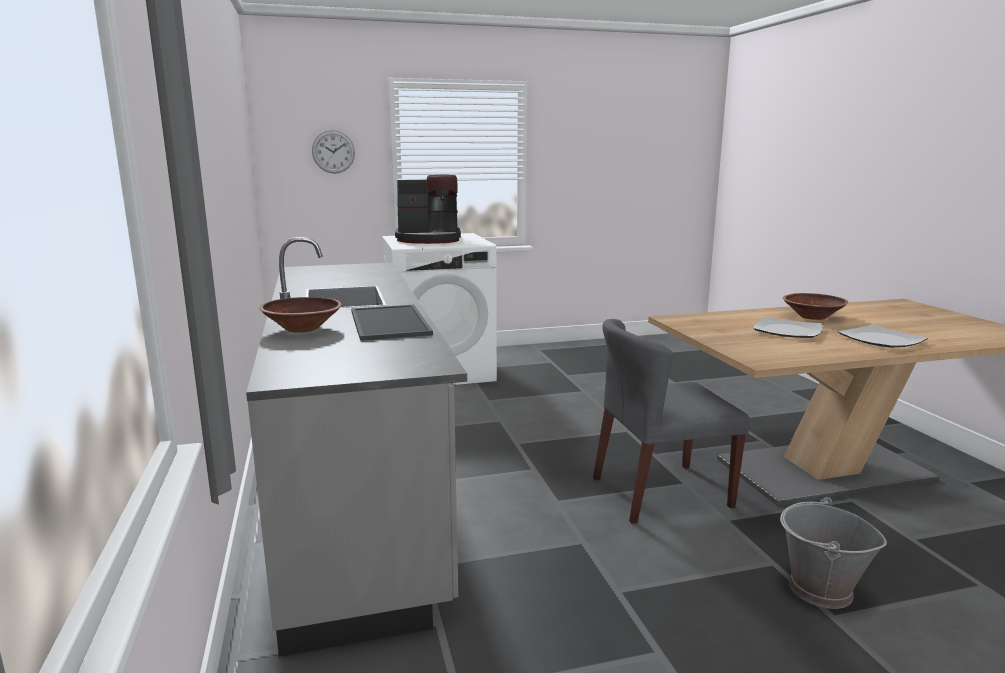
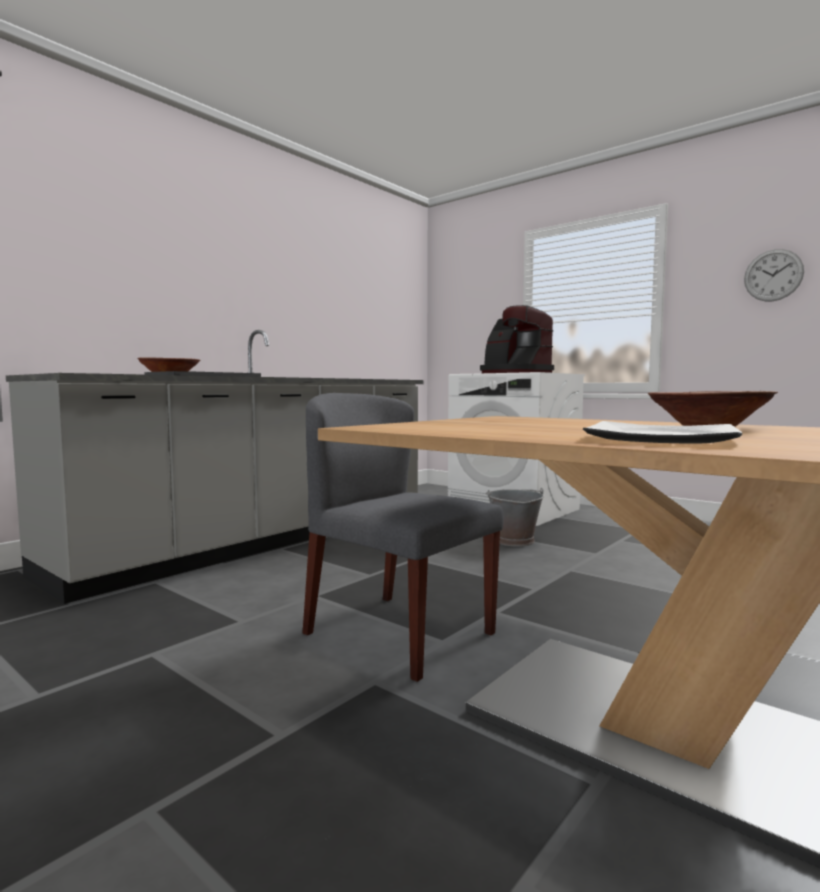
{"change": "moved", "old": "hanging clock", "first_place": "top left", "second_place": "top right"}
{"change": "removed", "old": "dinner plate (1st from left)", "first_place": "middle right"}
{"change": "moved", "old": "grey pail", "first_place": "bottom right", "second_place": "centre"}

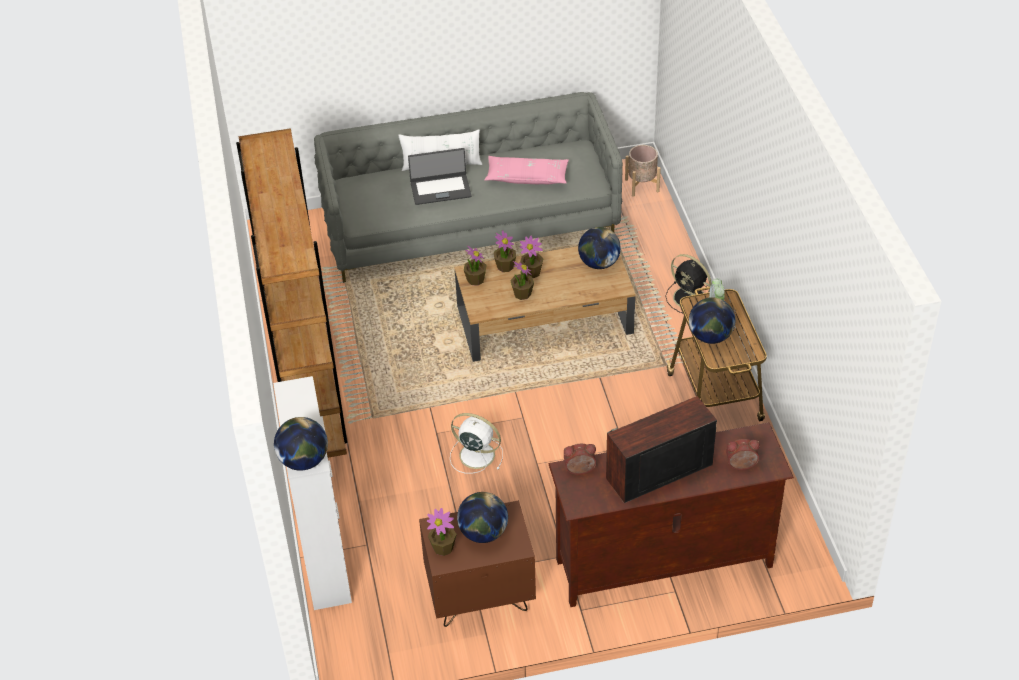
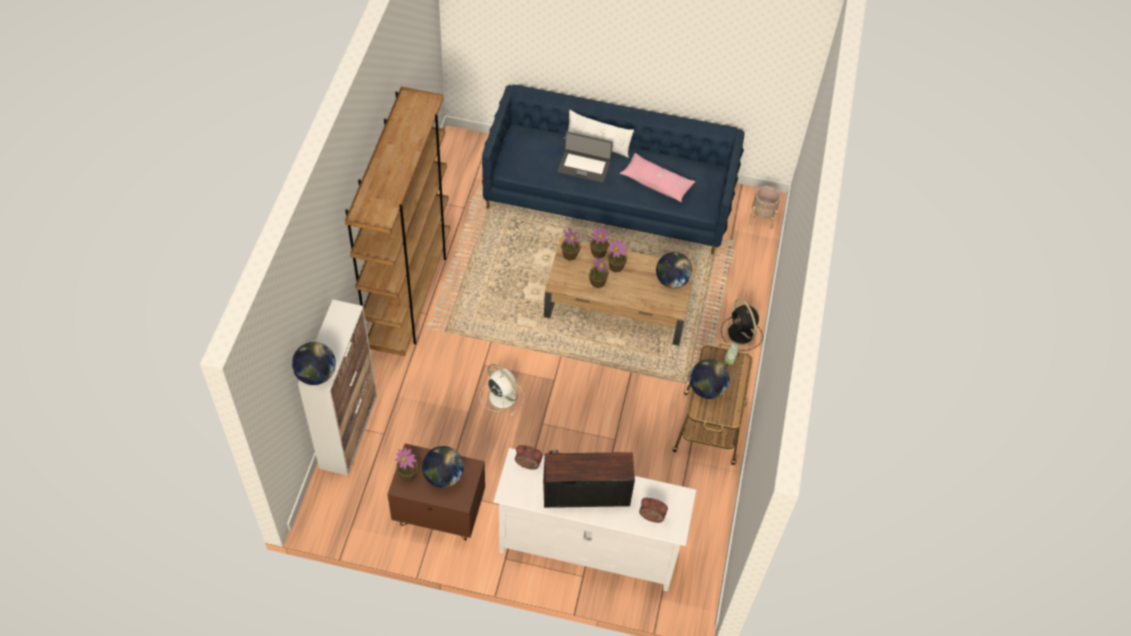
{"change": "recoloured", "old": "grey sofa", "new": "blue sofa", "first_place": "top centre", "second_place": "top centre"}
{"change": "recoloured", "old": "brown-coloured tv stand", "new": "white tv stand", "first_place": "bottom centre", "second_place": "bottom centre"}

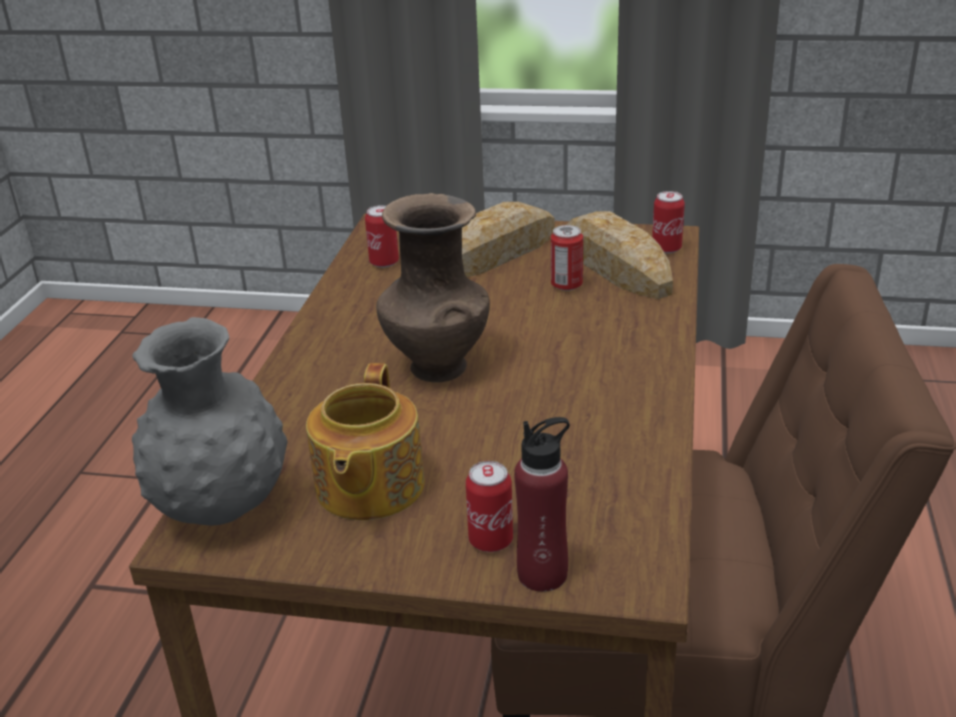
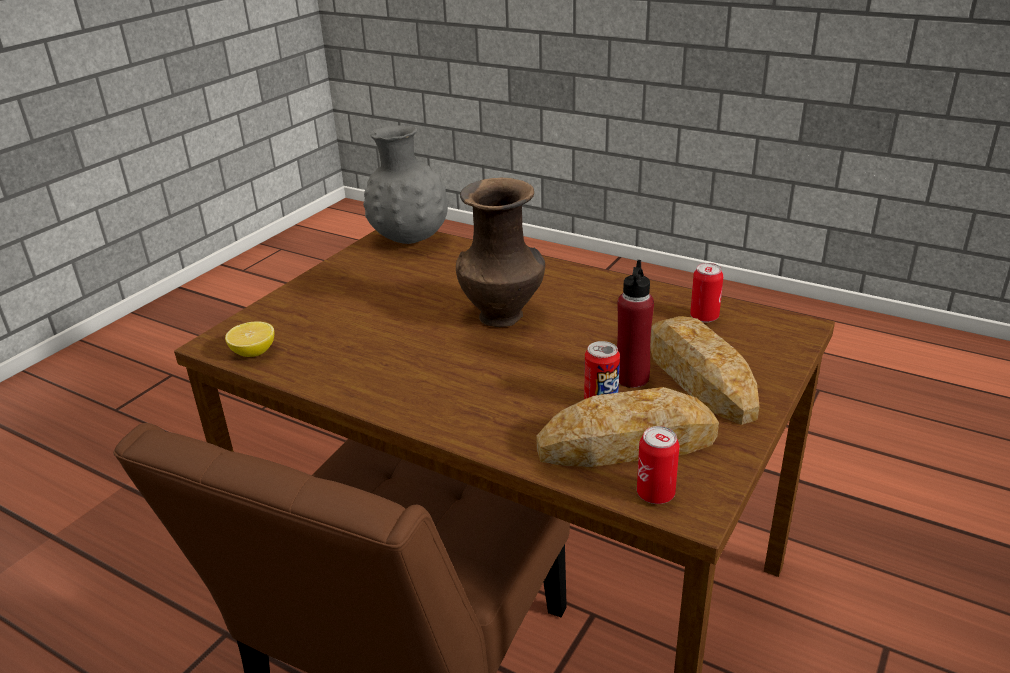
{"change": "removed", "old": "pot for tea", "first_place": "centre"}
{"change": "removed", "old": "metal can (2nd from left)", "first_place": "bottom centre"}
{"change": "moved", "old": "reddish bottle", "first_place": "bottom centre", "second_place": "centre"}
{"change": "added", "new": "lemon", "second_place": "middle left"}

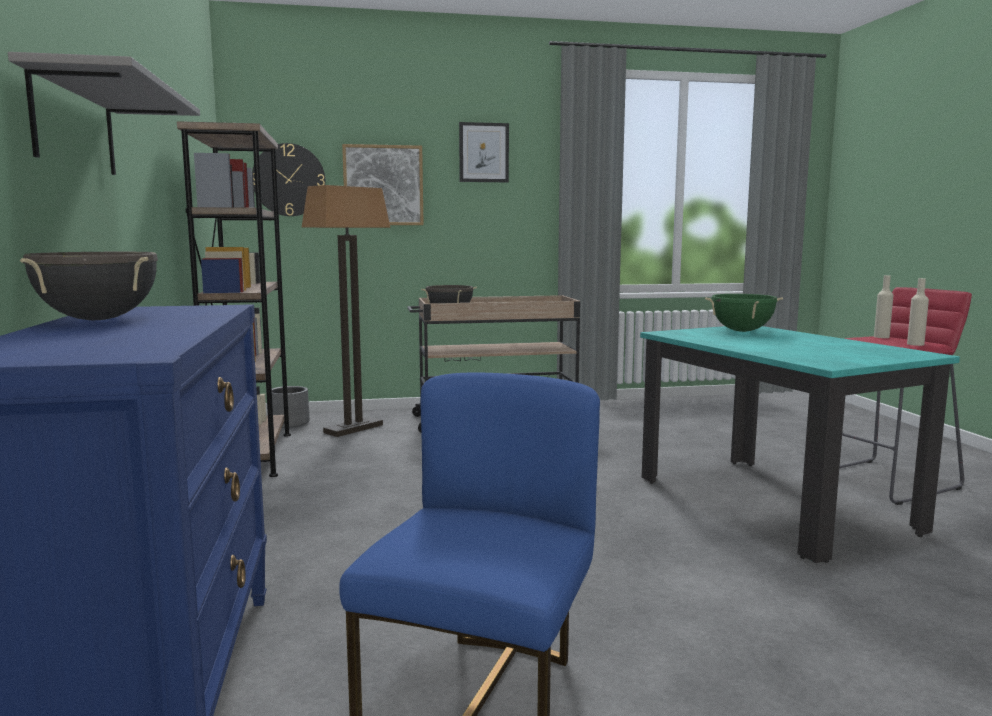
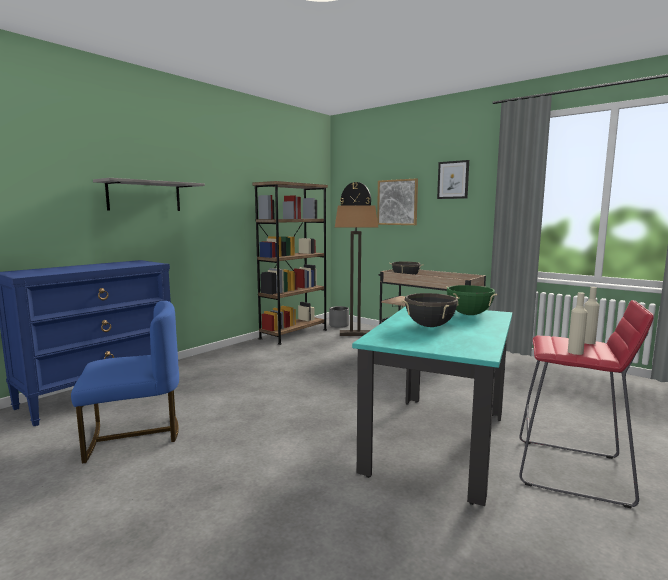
{"change": "moved", "old": "black cooking pot (1st from left in the first image)", "new": "black cooking pot (2nd from left)", "first_place": "middle left", "second_place": "centre"}

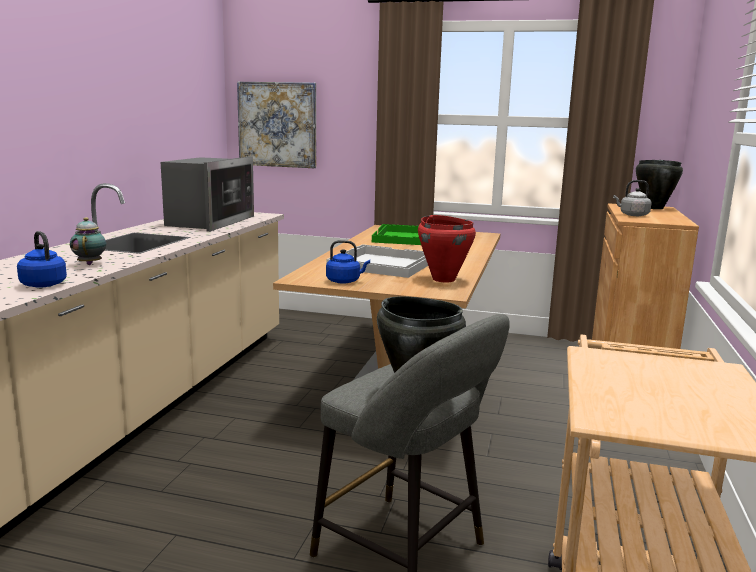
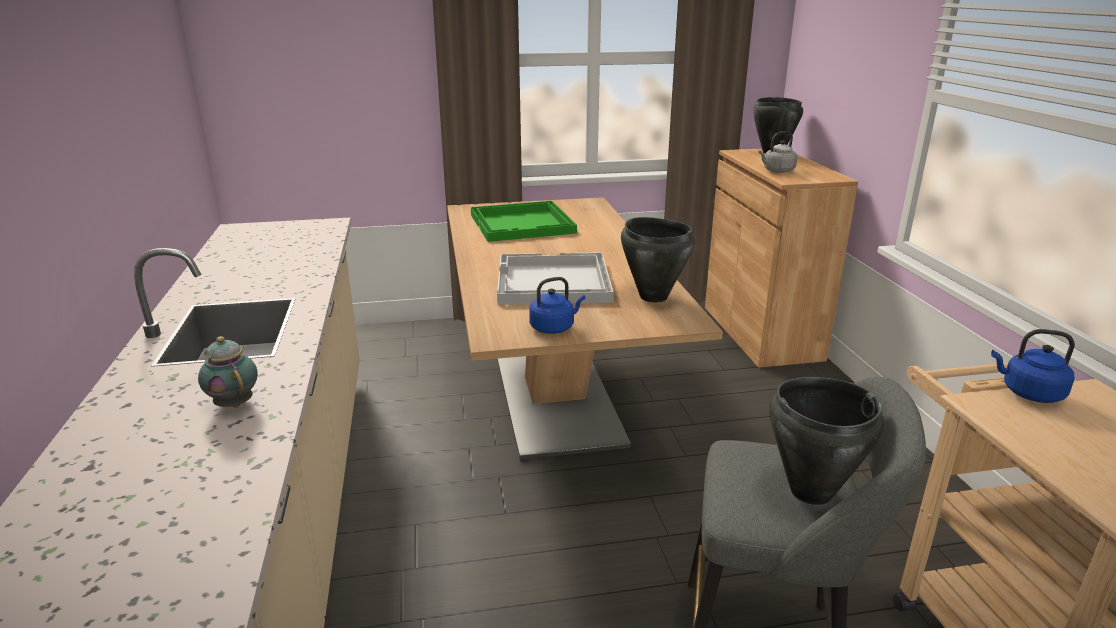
{"change": "moved", "old": "blue kettle (1st from left in the first image)", "new": "blue kettle (2nd from left)", "first_place": "middle left", "second_place": "middle right"}
{"change": "removed", "old": "kitchen microwave", "first_place": "middle left"}
{"change": "removed", "old": "wall art", "first_place": "top centre"}
{"change": "recoloured", "old": "reddish cooking pot", "new": "black cooking pot (1st from left)", "first_place": "centre", "second_place": "centre"}

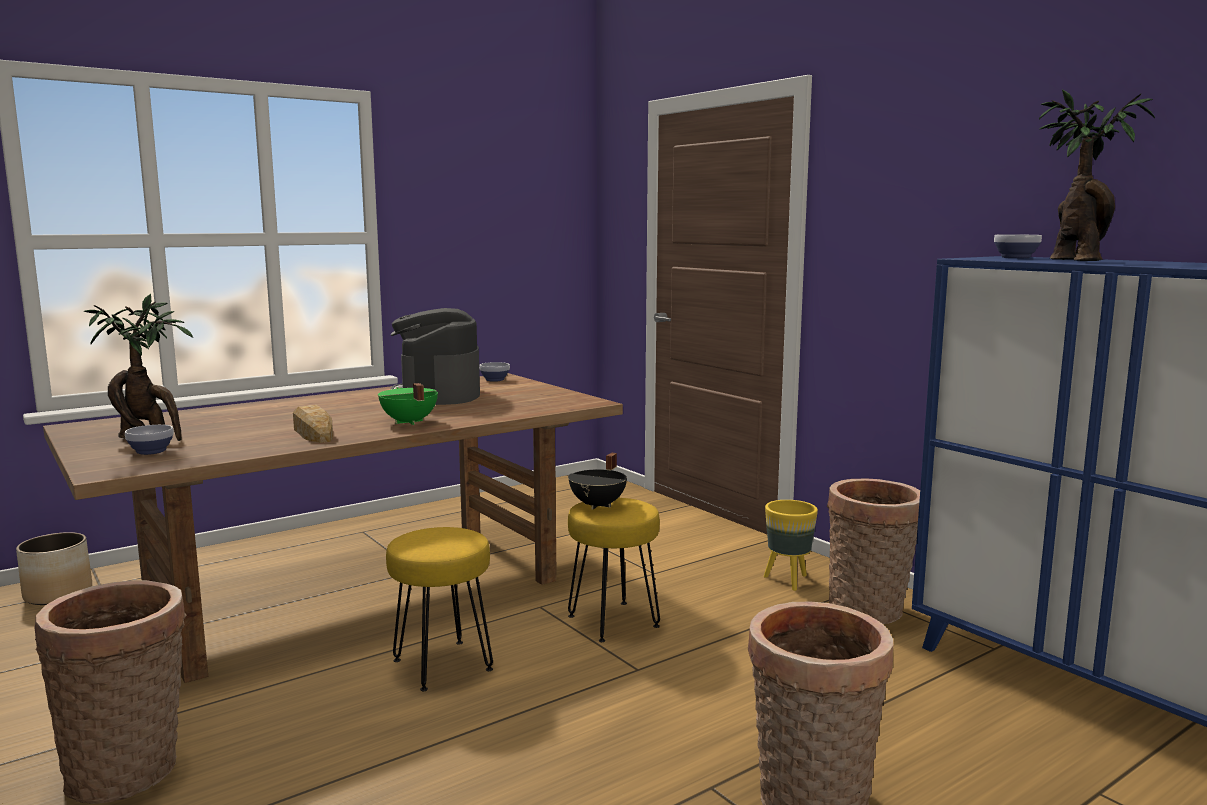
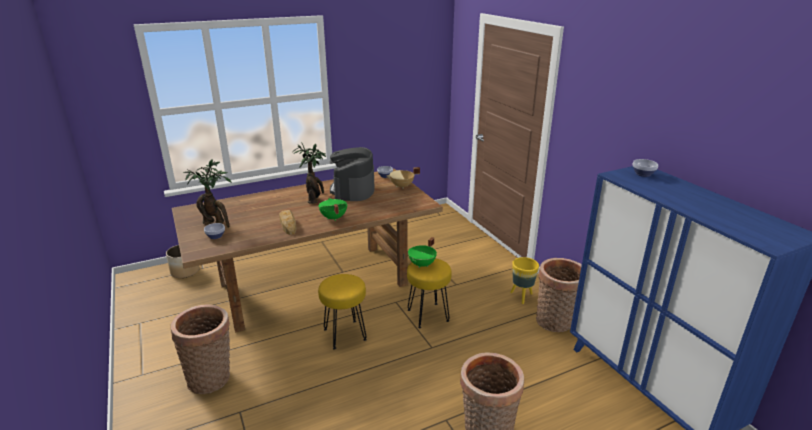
{"change": "recoloured", "old": "black cooking pot", "new": "greenish cooking pot (2nd from left)", "first_place": "centre", "second_place": "centre"}
{"change": "moved", "old": "potted plant (2nd from left)", "first_place": "top right", "second_place": "centre"}
{"change": "added", "new": "sand-coloured cooking pot", "second_place": "centre"}

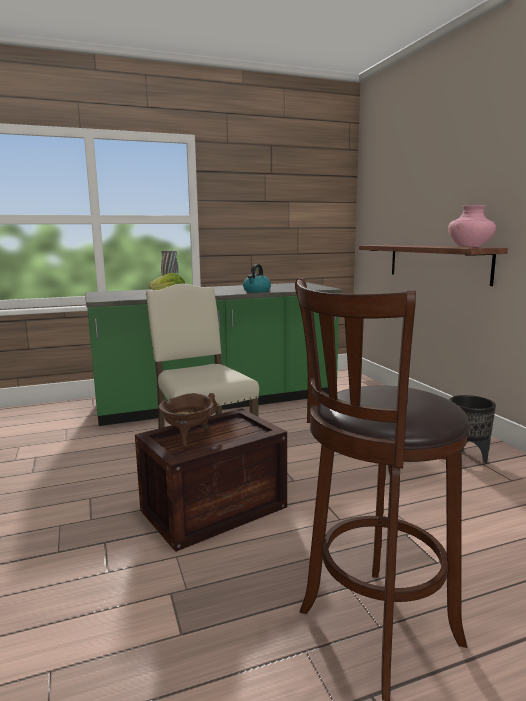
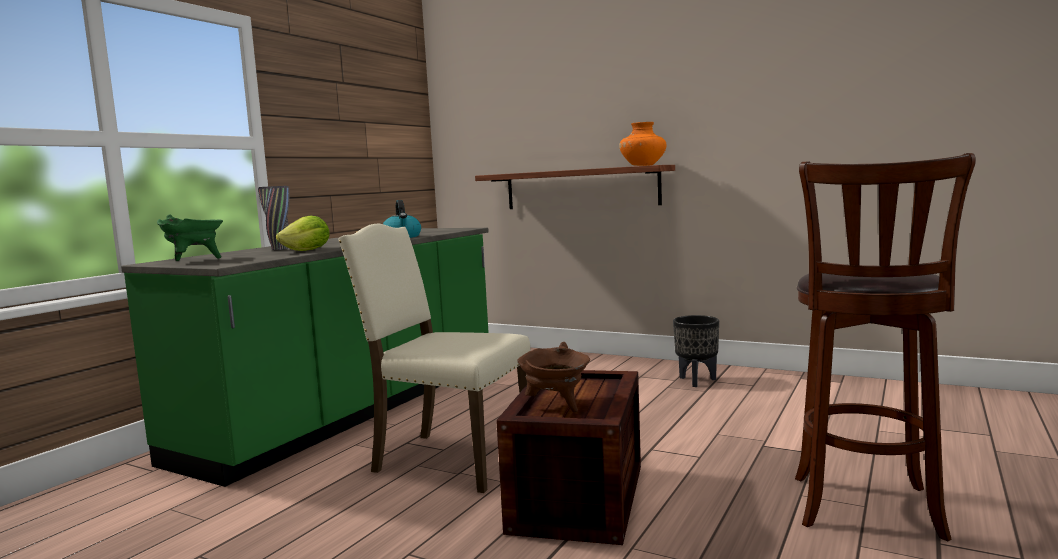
{"change": "recoloured", "old": "pink flower vase", "new": "orangey flower vase", "first_place": "top right", "second_place": "top centre"}
{"change": "added", "new": "greenish cooking pot", "second_place": "middle left"}

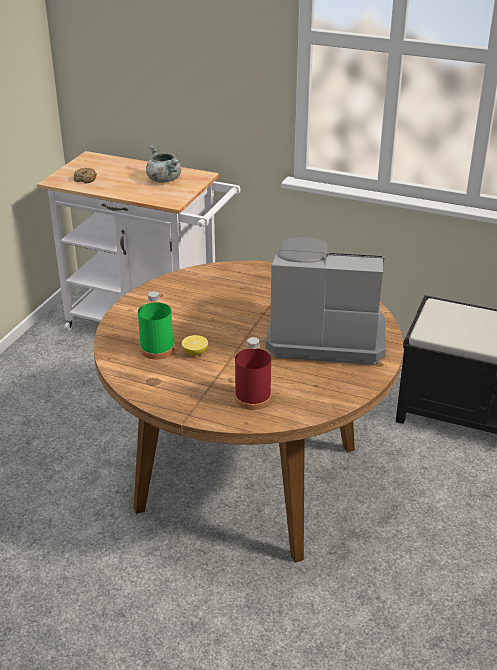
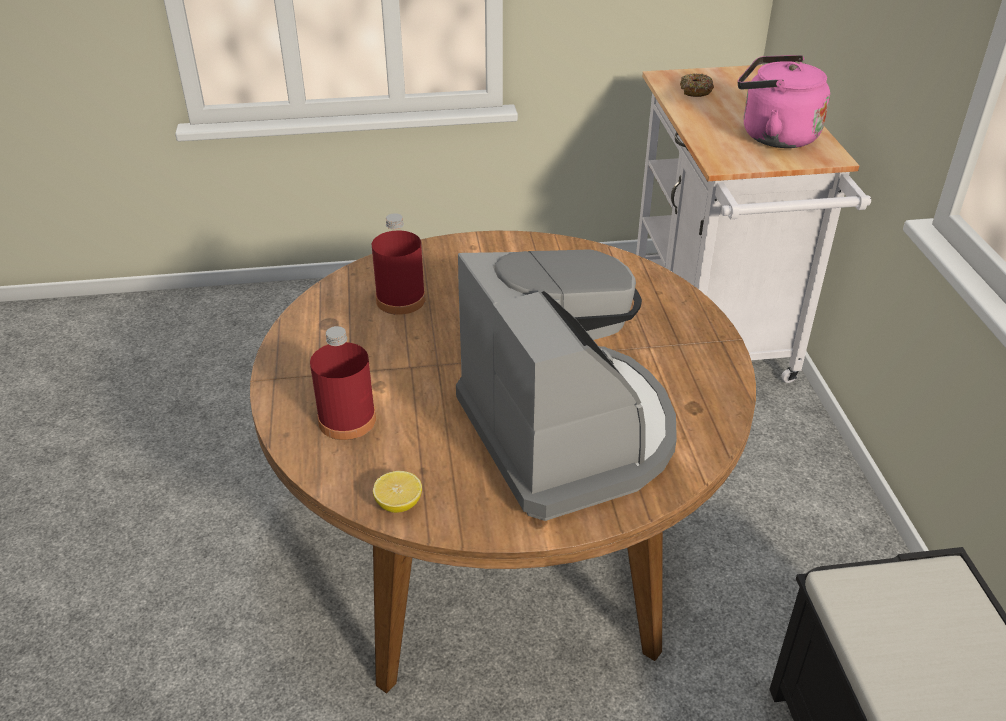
{"change": "recoloured", "old": "greenish bottle", "new": "reddish bottle (2nd from left)", "first_place": "middle left", "second_place": "centre"}
{"change": "replaced", "old": "grey cooking pot", "new": "pink kettle", "first_place": "top left", "second_place": "top right"}
{"change": "moved", "old": "lemon", "first_place": "centre", "second_place": "bottom centre"}

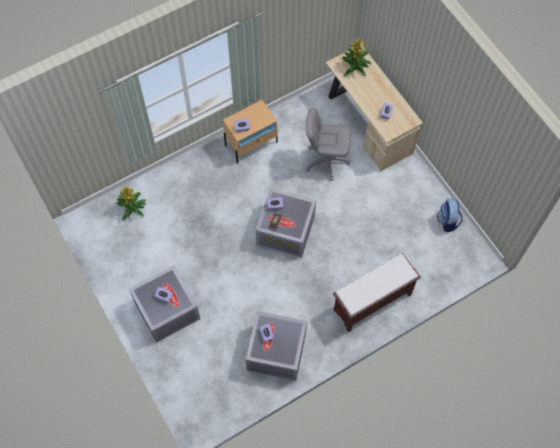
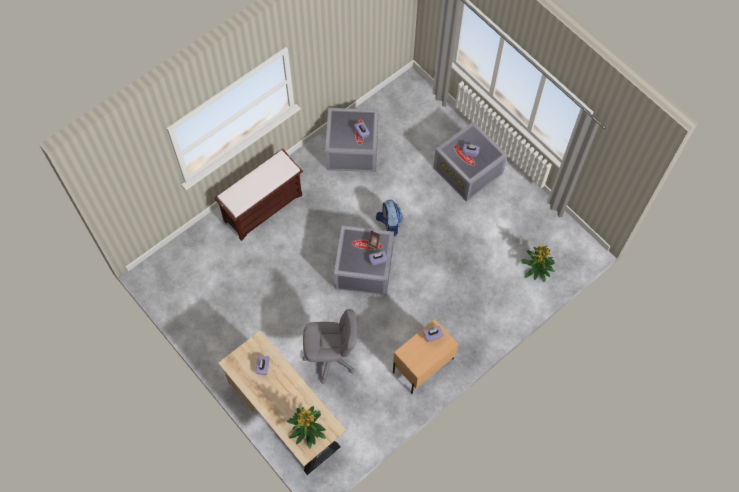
{"change": "moved", "old": "rucksack", "first_place": "middle right", "second_place": "centre"}

